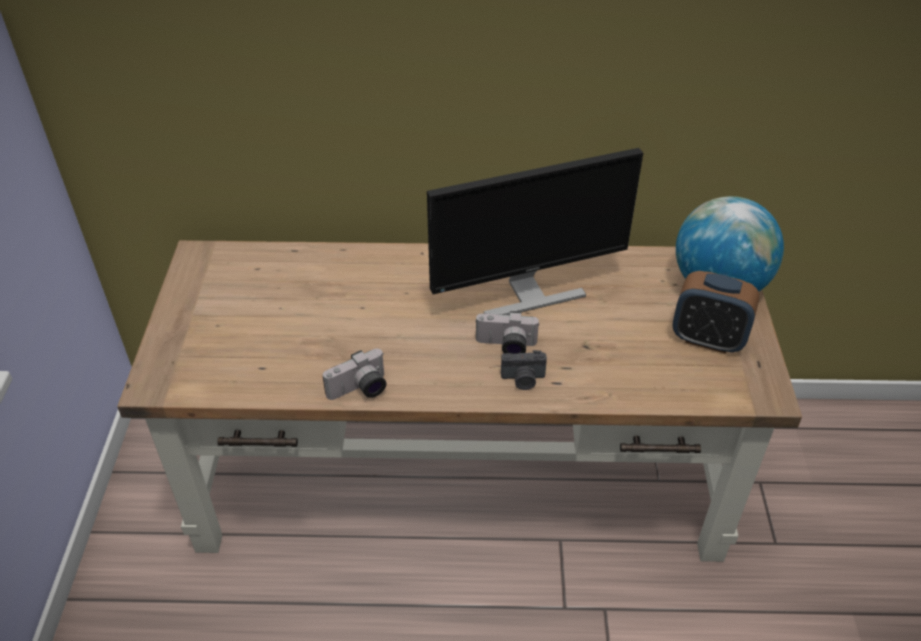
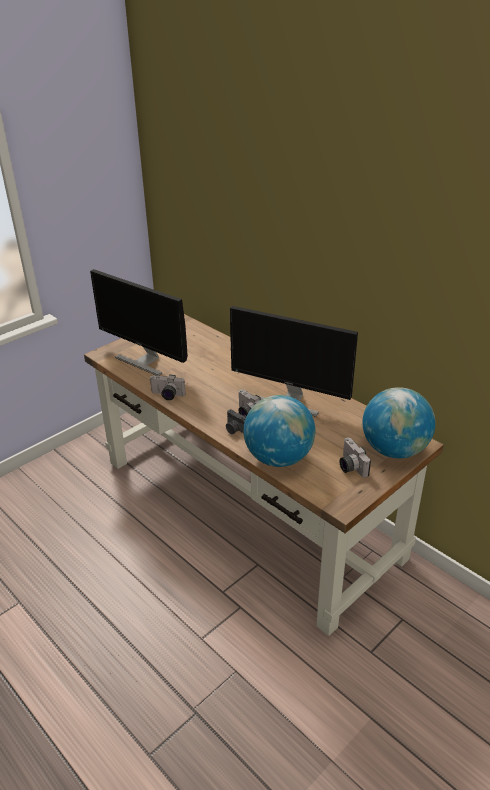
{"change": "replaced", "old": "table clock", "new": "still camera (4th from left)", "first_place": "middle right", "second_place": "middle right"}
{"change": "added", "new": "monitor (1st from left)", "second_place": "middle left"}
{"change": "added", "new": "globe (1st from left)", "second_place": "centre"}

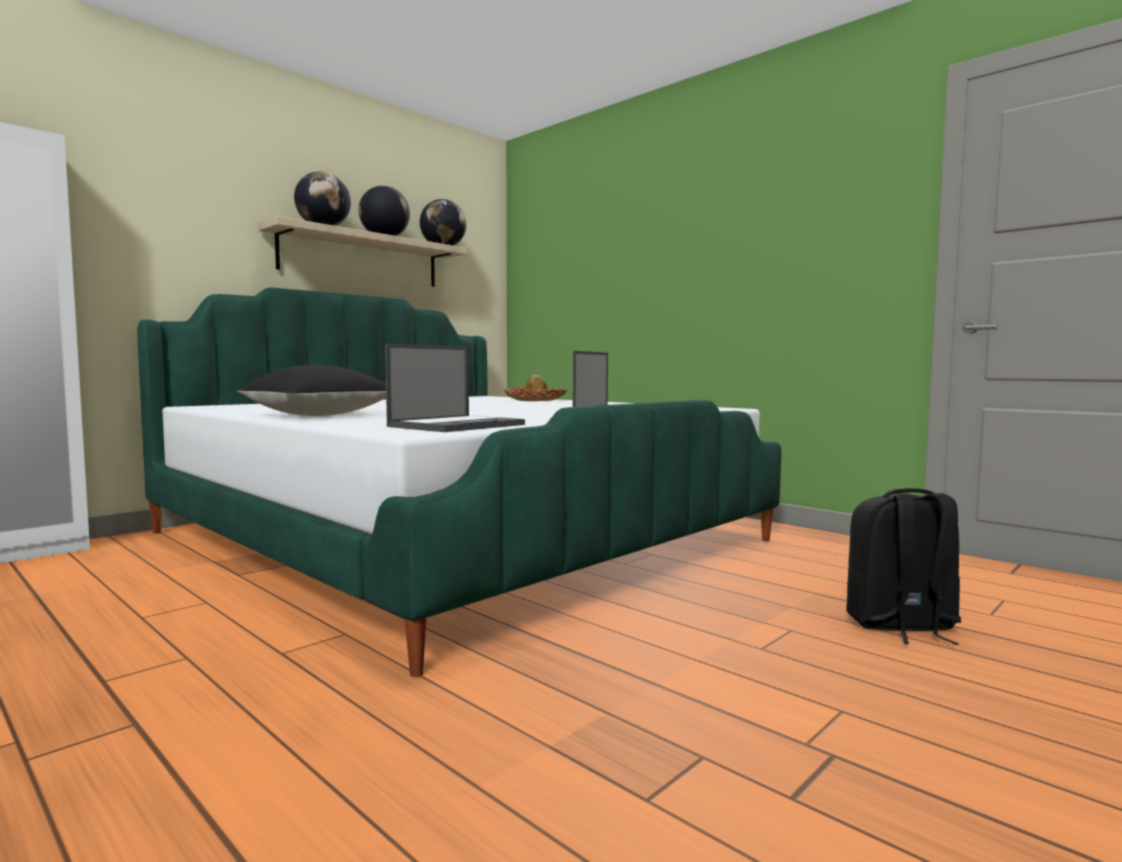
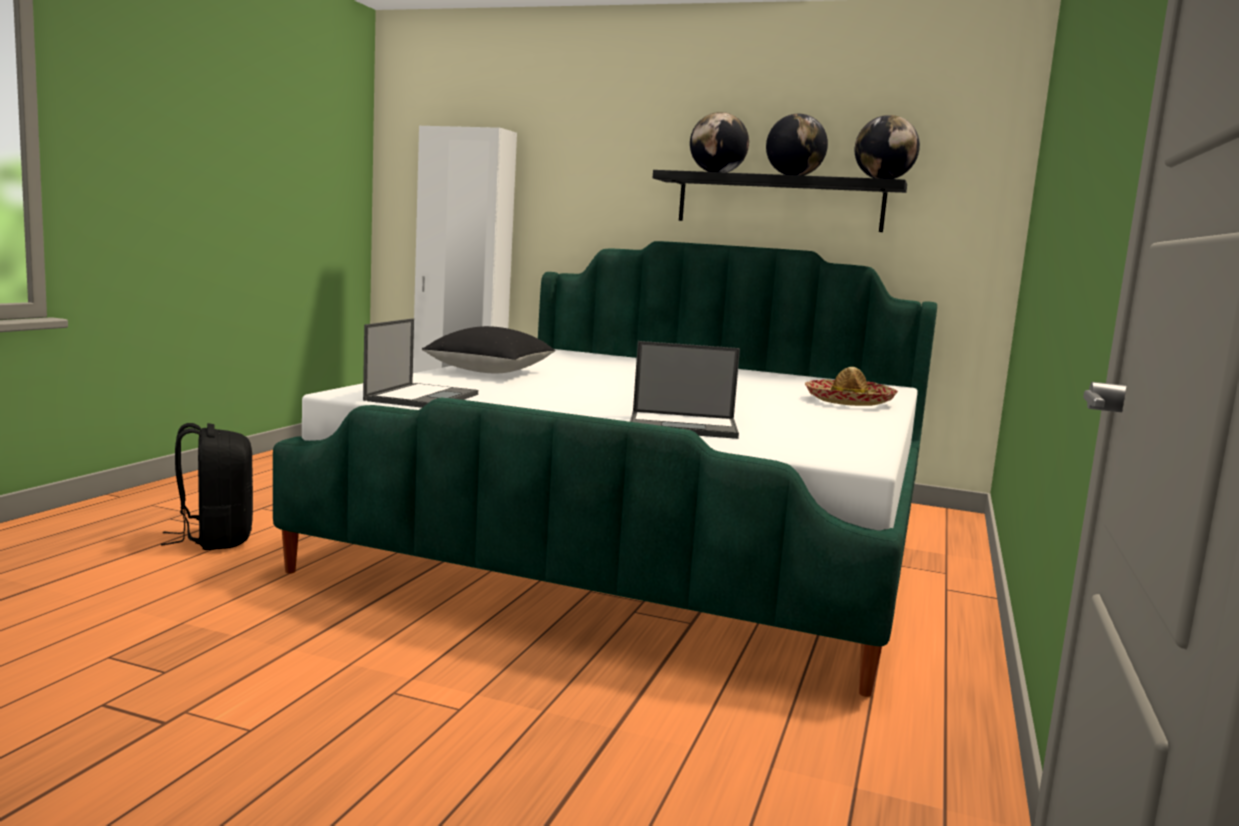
{"change": "recoloured", "old": "sand-coloured shelf", "new": "black shelf", "first_place": "top left", "second_place": "top centre"}
{"change": "turned", "old": "notebook computer (1st from left)", "first_place": "centre", "second_place": "centre", "degrees": -90}
{"change": "moved", "old": "black rucksack", "first_place": "middle right", "second_place": "middle left"}

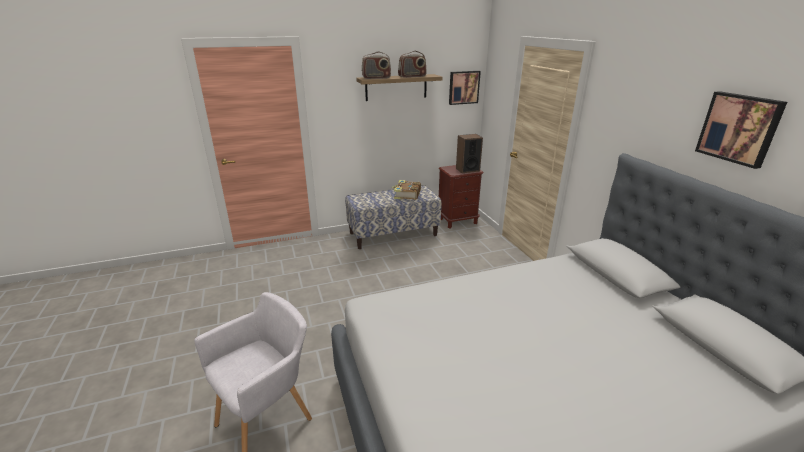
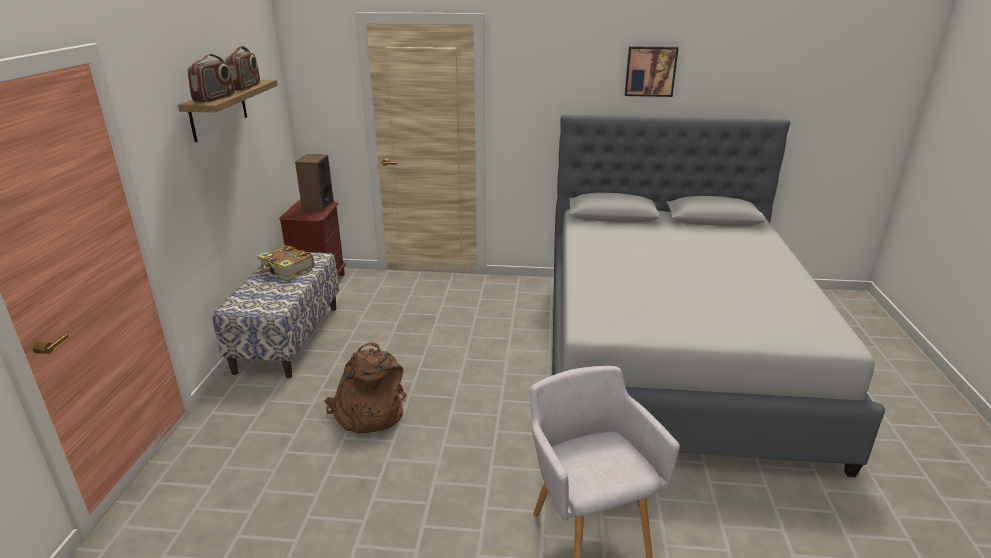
{"change": "removed", "old": "wall art (1st from left)", "first_place": "top centre"}
{"change": "added", "new": "brown-coloured rucksack", "second_place": "bottom centre"}

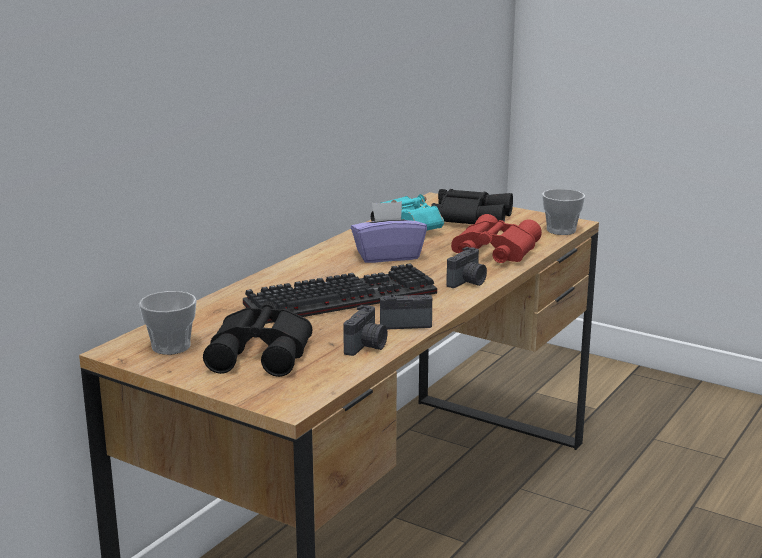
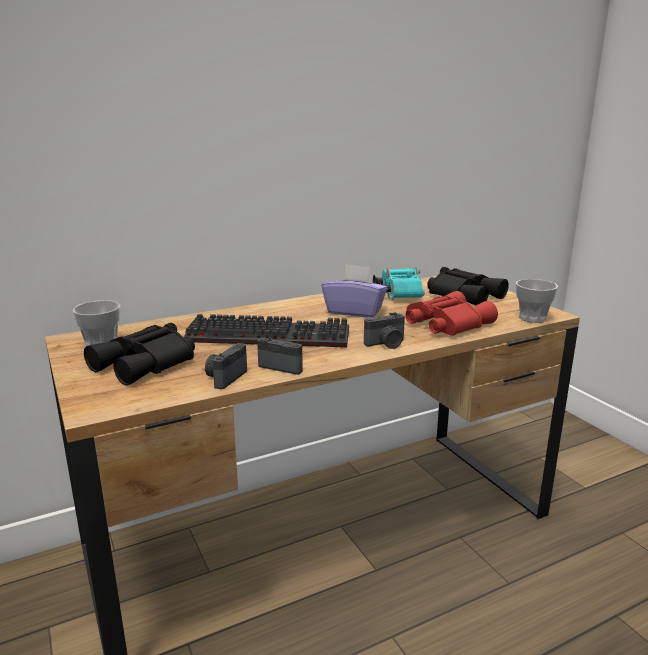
{"change": "turned", "old": "still camera (1st from left)", "first_place": "centre", "second_place": "centre", "degrees": 150}

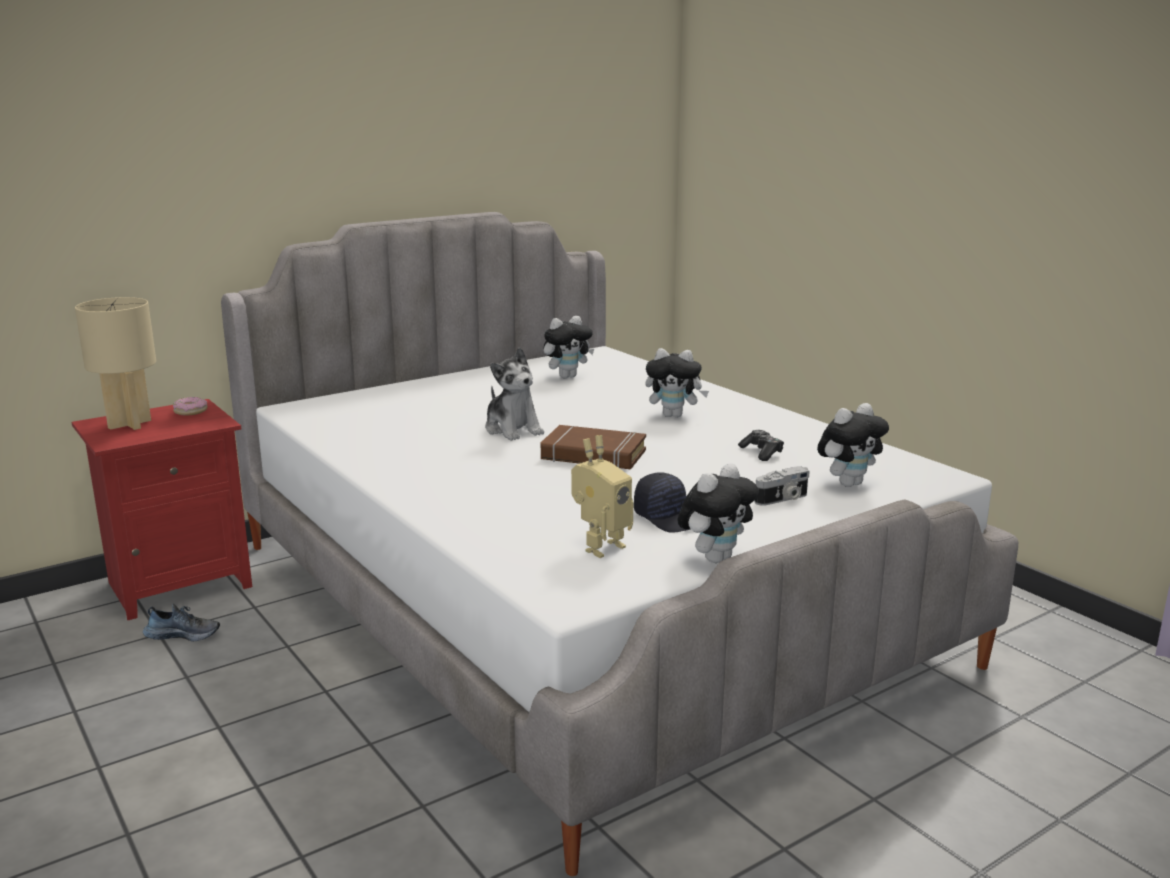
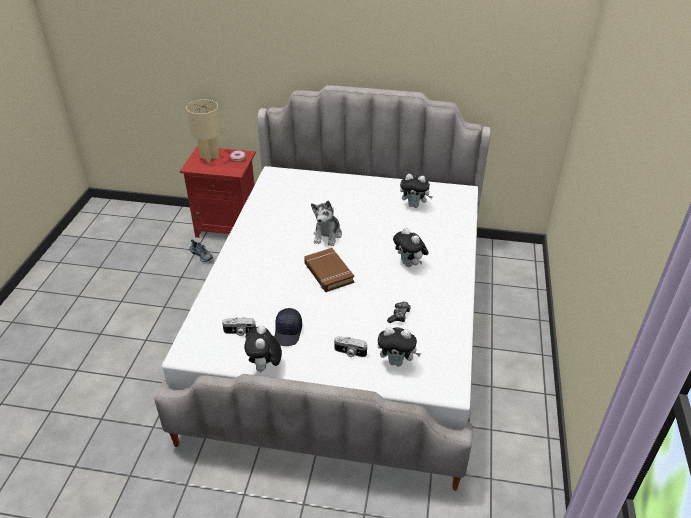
{"change": "replaced", "old": "robot figure", "new": "still camera (1st from left)", "first_place": "centre", "second_place": "centre"}
{"change": "turned", "old": "plush toy (4th from left in the first image)", "first_place": "centre", "second_place": "bottom centre", "degrees": 90}

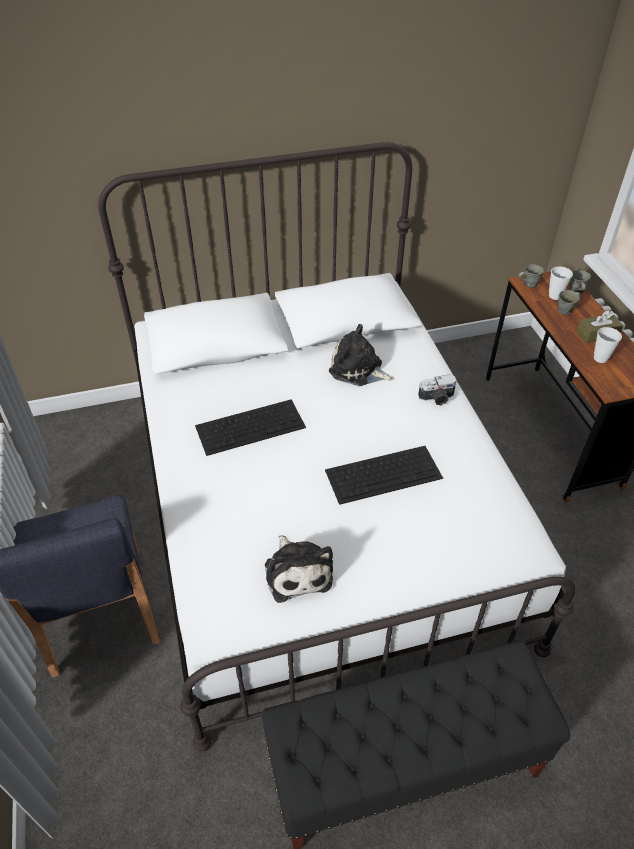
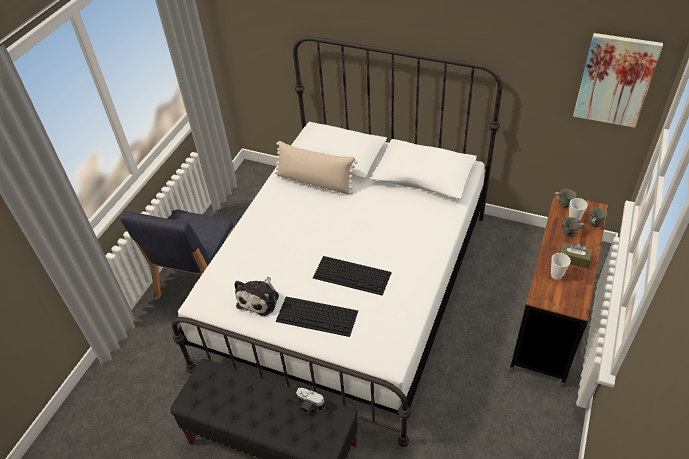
{"change": "moved", "old": "keyboard (1st from left)", "first_place": "centre", "second_place": "bottom centre"}
{"change": "removed", "old": "plush toy (2nd from left)", "first_place": "centre"}
{"change": "moved", "old": "still camera", "first_place": "middle right", "second_place": "bottom centre"}
{"change": "added", "new": "sand-coloured throw pillow", "second_place": "centre"}
{"change": "added", "new": "wall art", "second_place": "top right"}

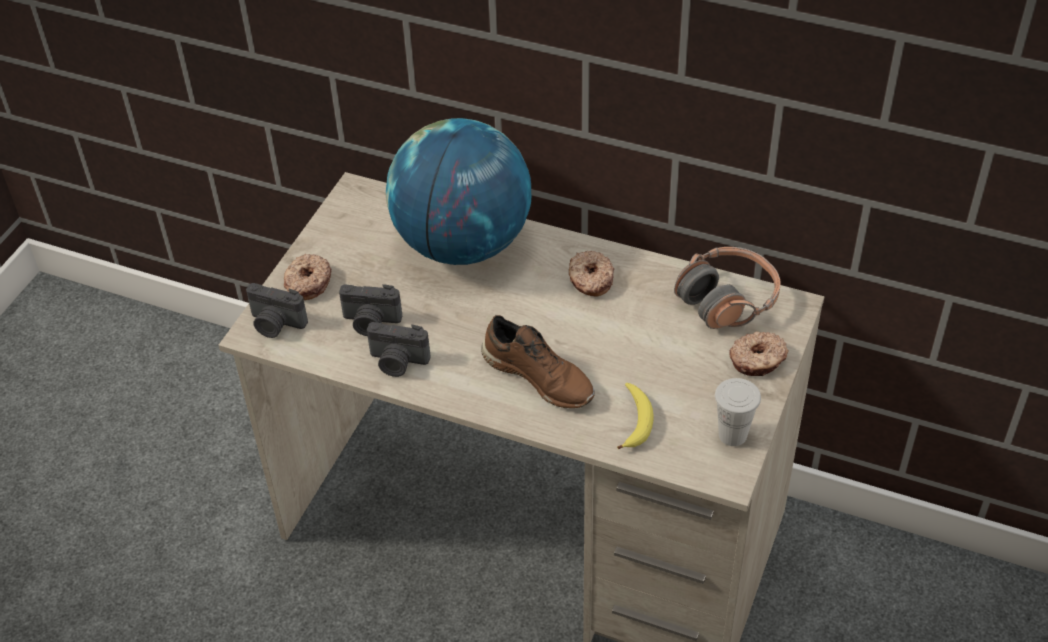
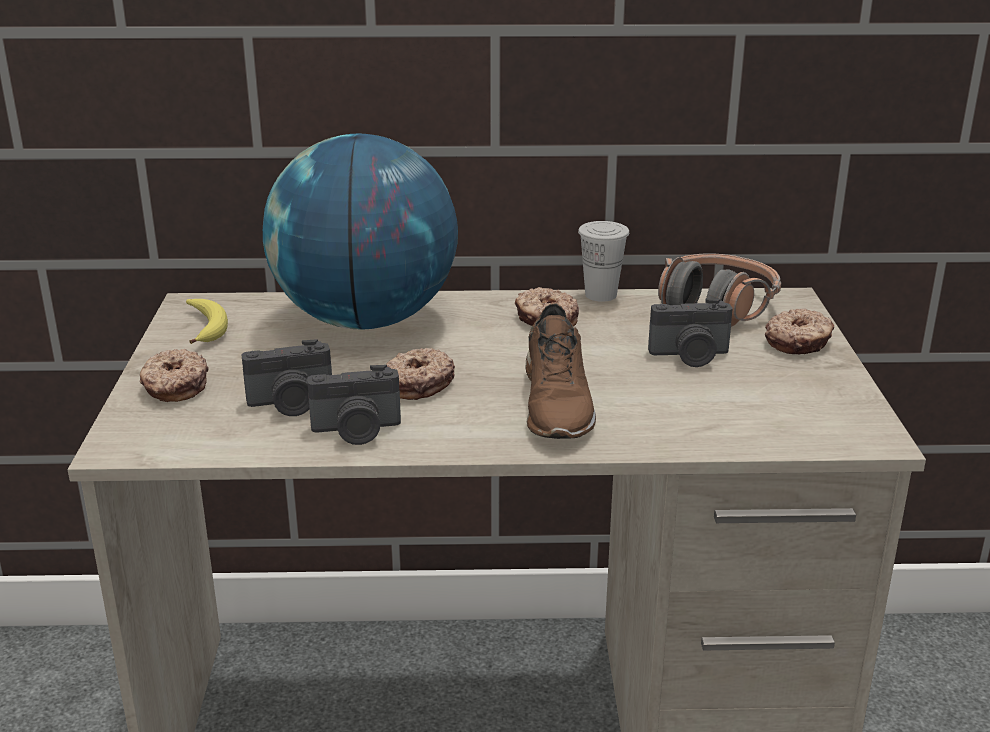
{"change": "moved", "old": "still camera (1st from left in the first image)", "new": "still camera (3rd from left)", "first_place": "middle left", "second_place": "middle right"}
{"change": "turned", "old": "brown-coloured low shoe", "first_place": "centre", "second_place": "centre", "degrees": 75}
{"change": "moved", "old": "whole banana", "first_place": "centre", "second_place": "middle left"}
{"change": "moved", "old": "white drinking cup", "first_place": "middle right", "second_place": "centre"}
{"change": "added", "new": "ring doughnut (2nd from left)", "second_place": "centre"}

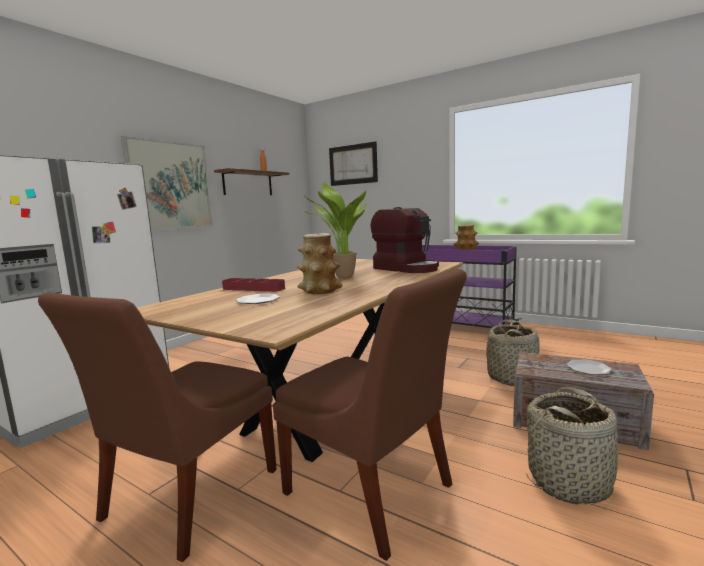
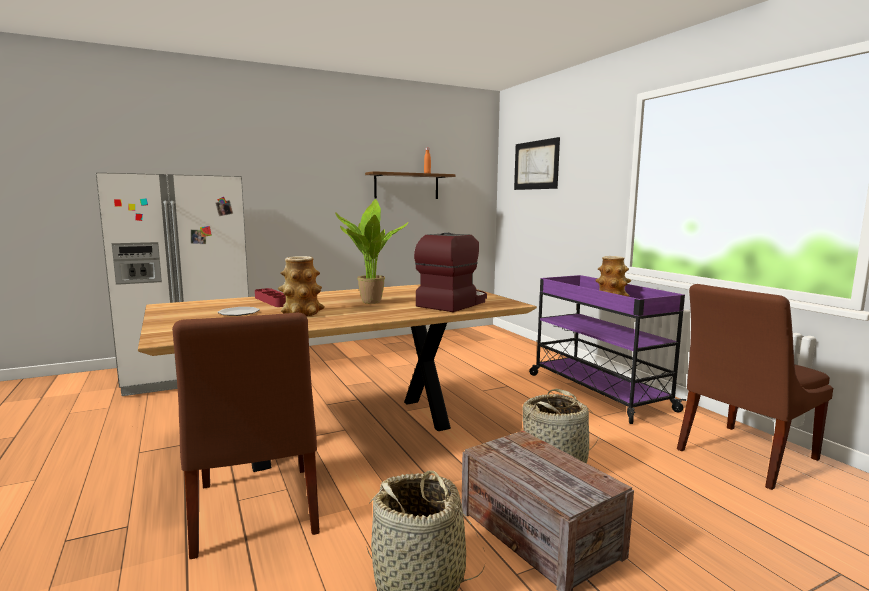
{"change": "moved", "old": "brown-coloured upright chair (1st from left in the first image)", "new": "brown-coloured upright chair (2nd from left)", "first_place": "bottom left", "second_place": "middle right"}
{"change": "removed", "old": "wall art (1st from left)", "first_place": "top left"}
{"change": "turned", "old": "coffee brewer", "first_place": "centre", "second_place": "centre", "degrees": -135}
{"change": "removed", "old": "dinner plate (2nd from left)", "first_place": "middle right"}

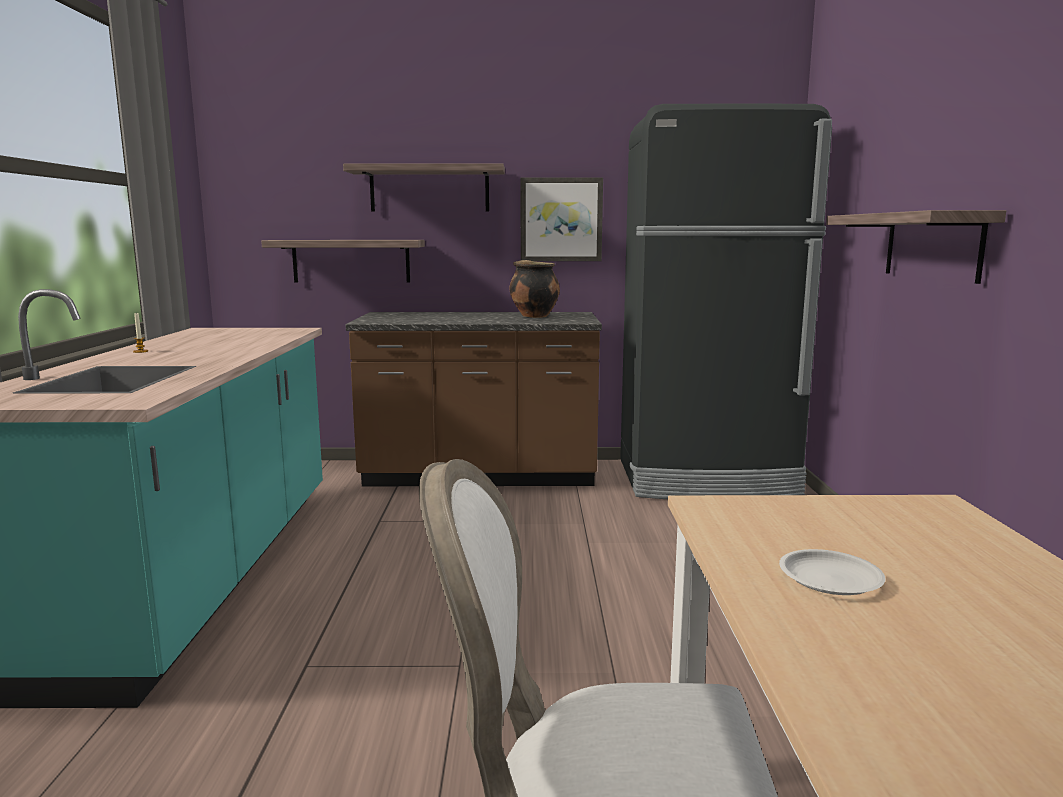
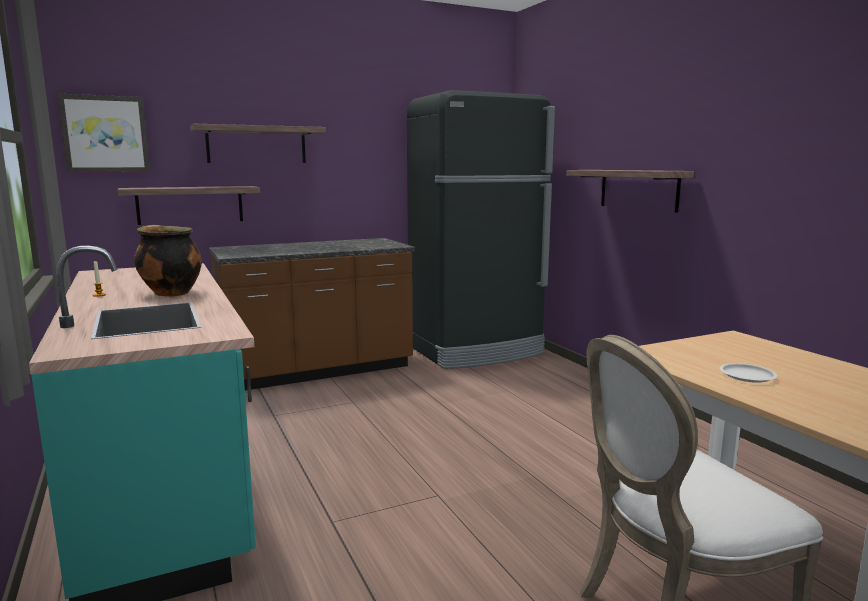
{"change": "moved", "old": "cooking pot", "first_place": "centre", "second_place": "middle left"}
{"change": "moved", "old": "wall art", "first_place": "top centre", "second_place": "top left"}

